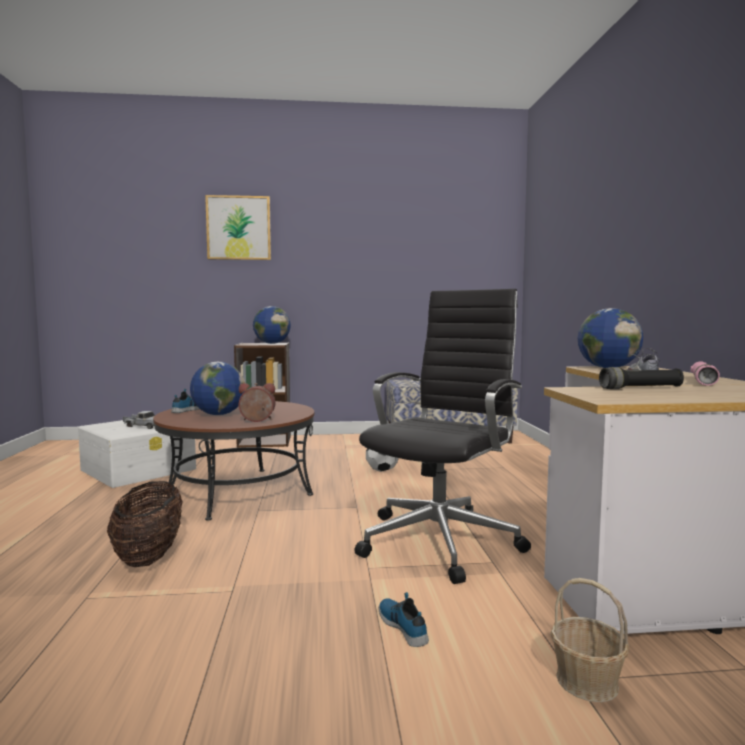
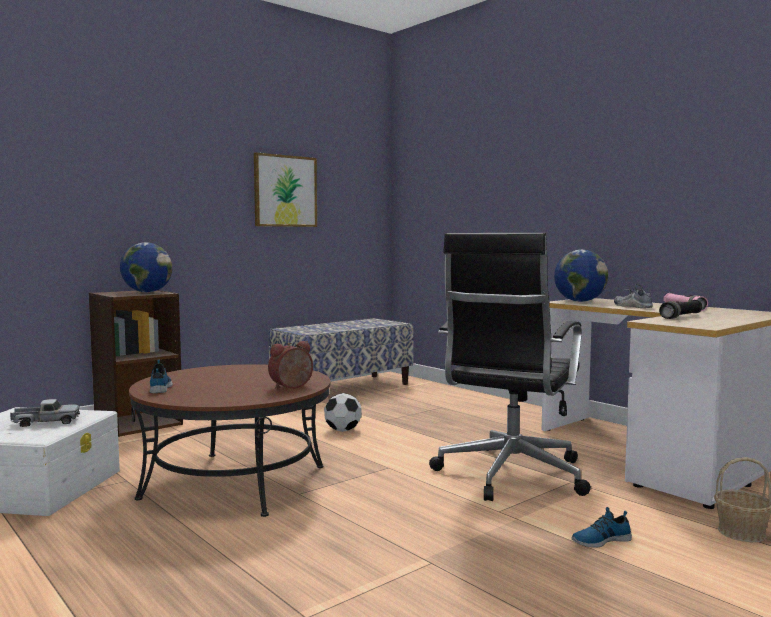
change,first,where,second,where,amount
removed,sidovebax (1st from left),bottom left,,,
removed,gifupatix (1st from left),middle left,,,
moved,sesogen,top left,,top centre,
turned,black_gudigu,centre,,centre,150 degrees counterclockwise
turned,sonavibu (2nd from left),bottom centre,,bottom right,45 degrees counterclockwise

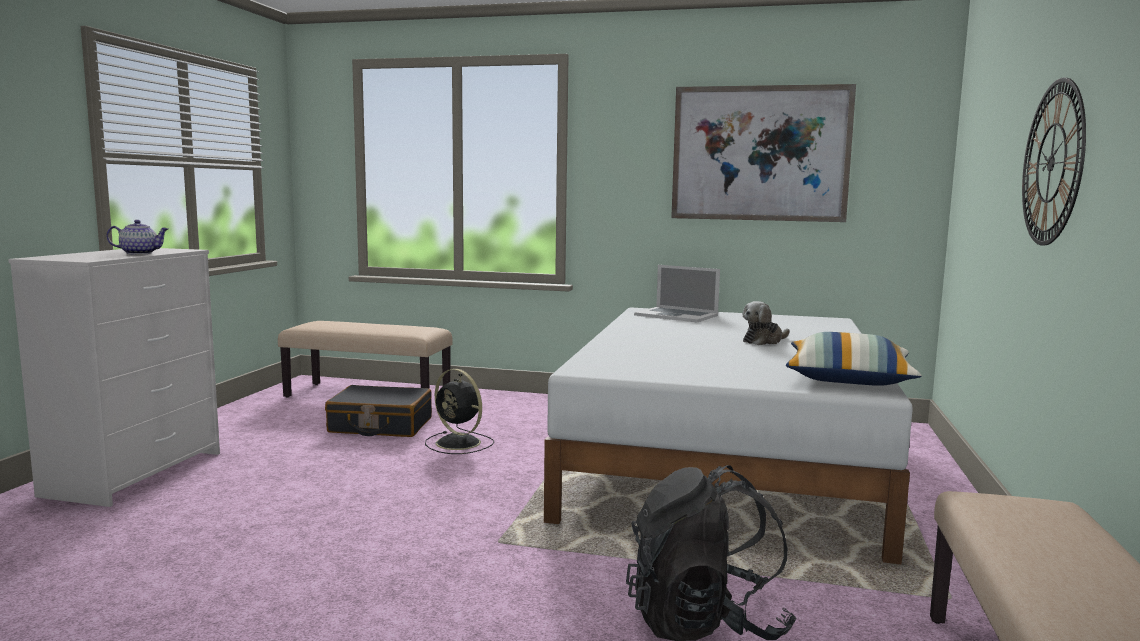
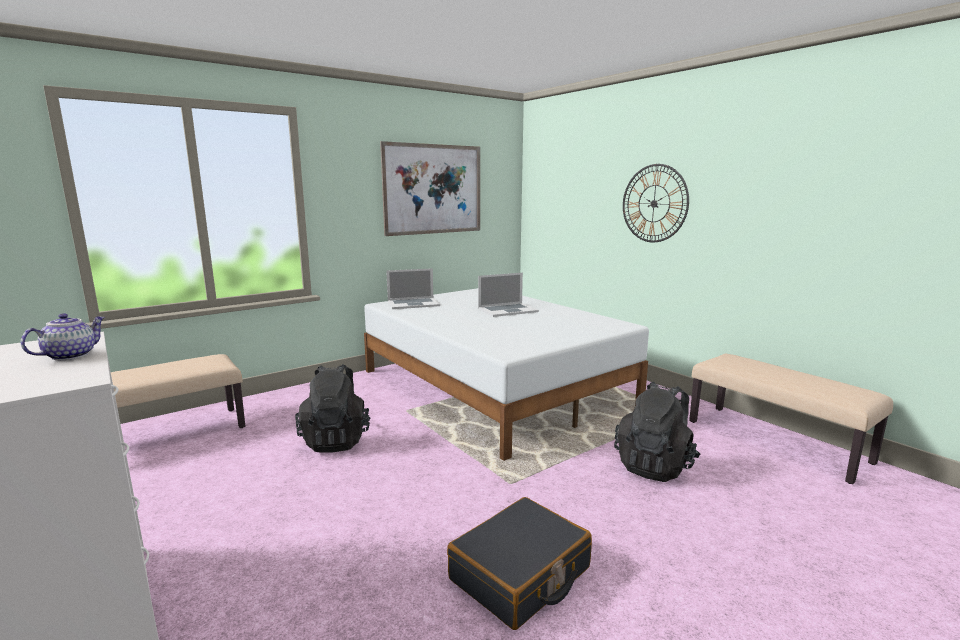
change,first,where,second,where,amount
removed,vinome,middle right,,,
moved,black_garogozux,middle left,,bottom centre,
replaced,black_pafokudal,centre,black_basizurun (1st from left),centre,
replaced,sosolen,middle right,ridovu (2nd from left),centre,

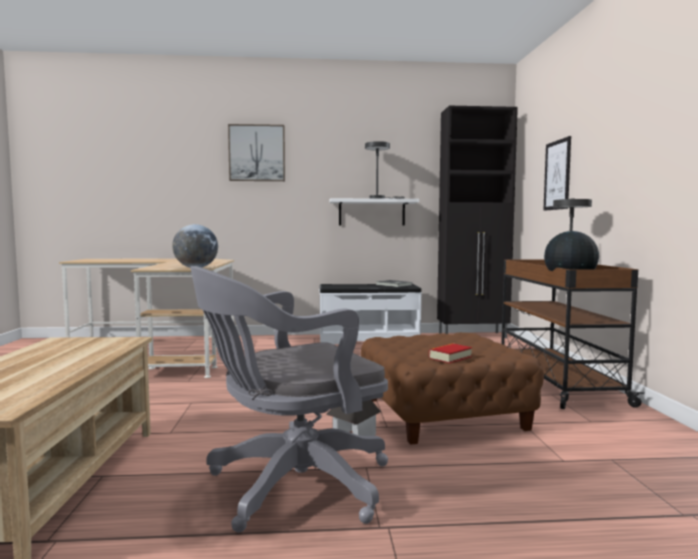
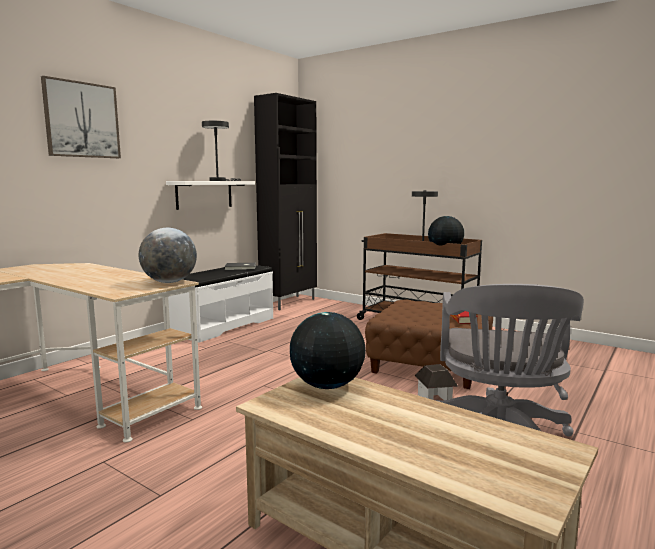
change,first,where,second,where,amount
removed,sesogen (2nd from left),top right,,,
added,,,gifupatix (2nd from left),centre,

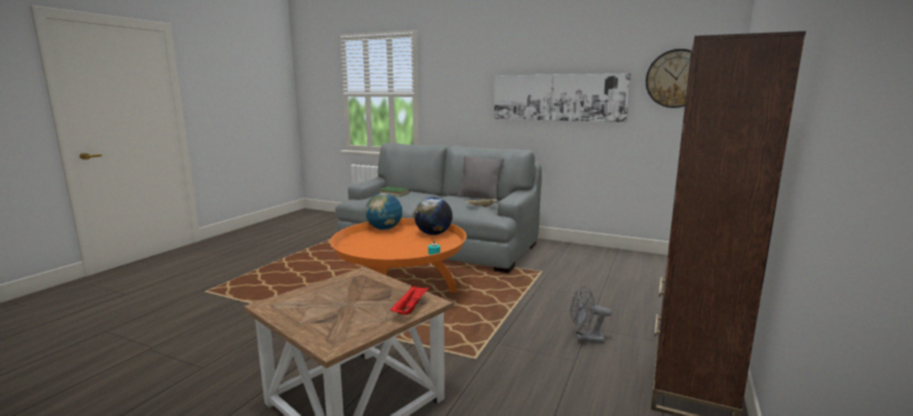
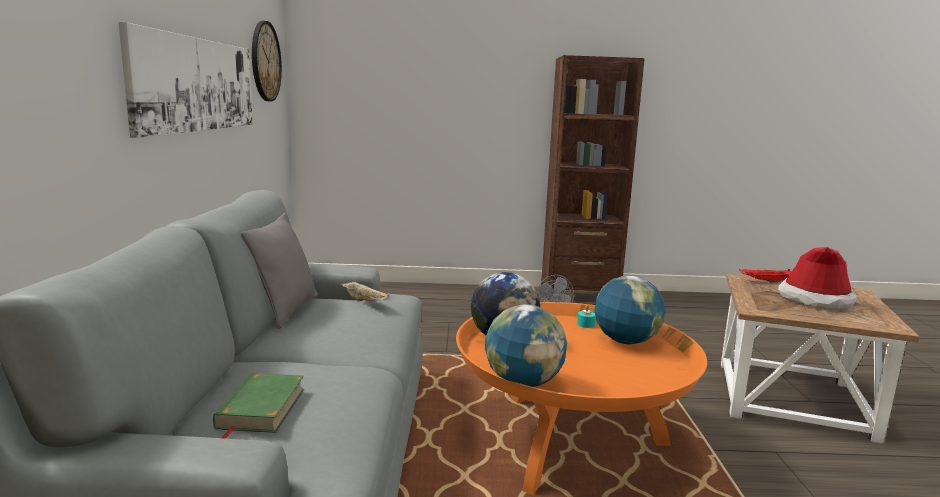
change,first,where,second,where,amount
added,,,gifupatix (3rd from left),middle right,
added,,,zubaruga,middle right,

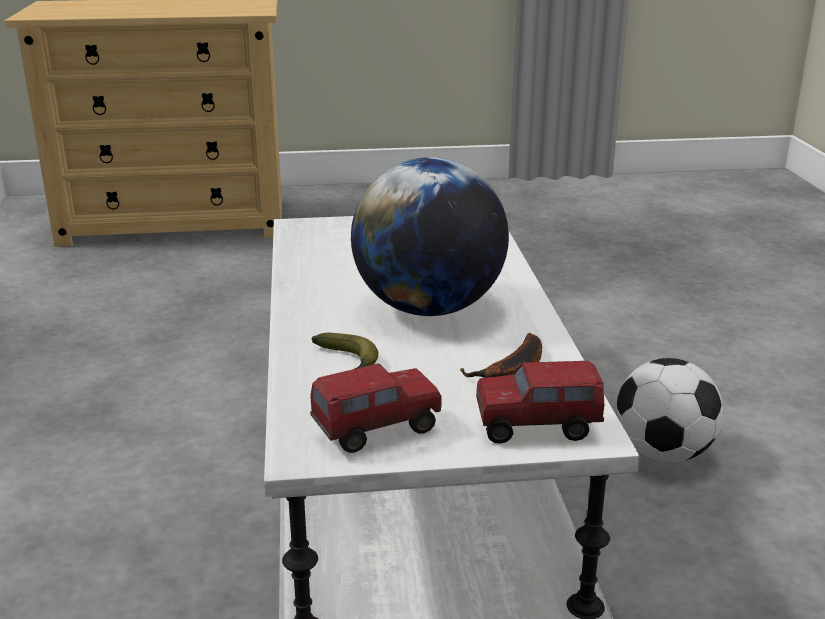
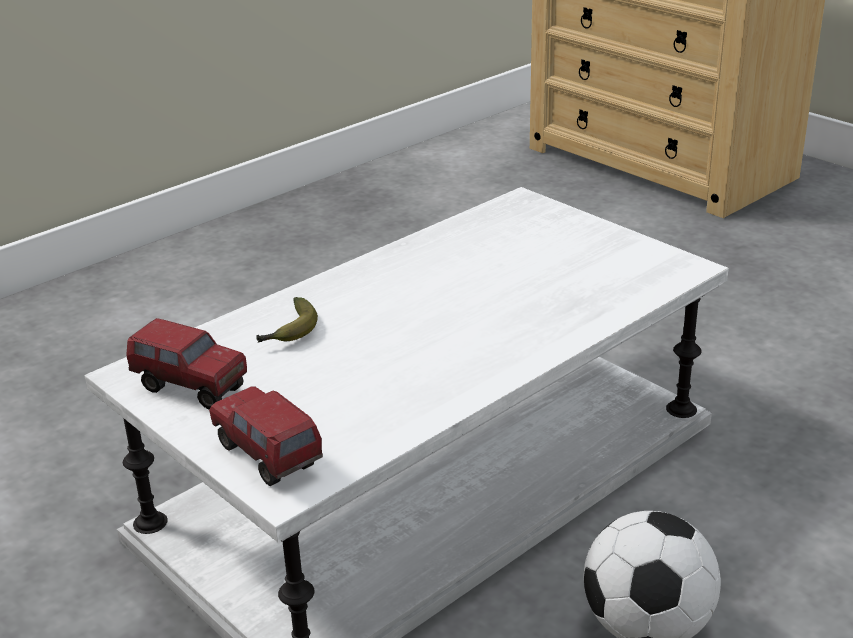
change,first,where,second,where,amount
removed,gifupatix,centre,,,
removed,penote (2nd from left),centre,,,

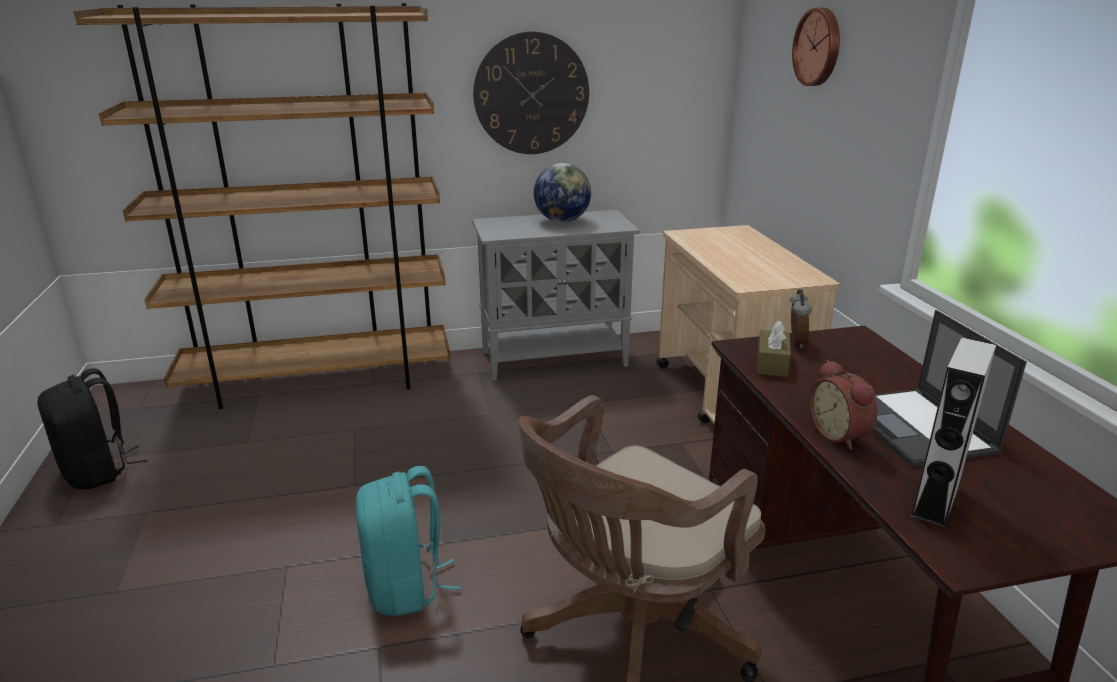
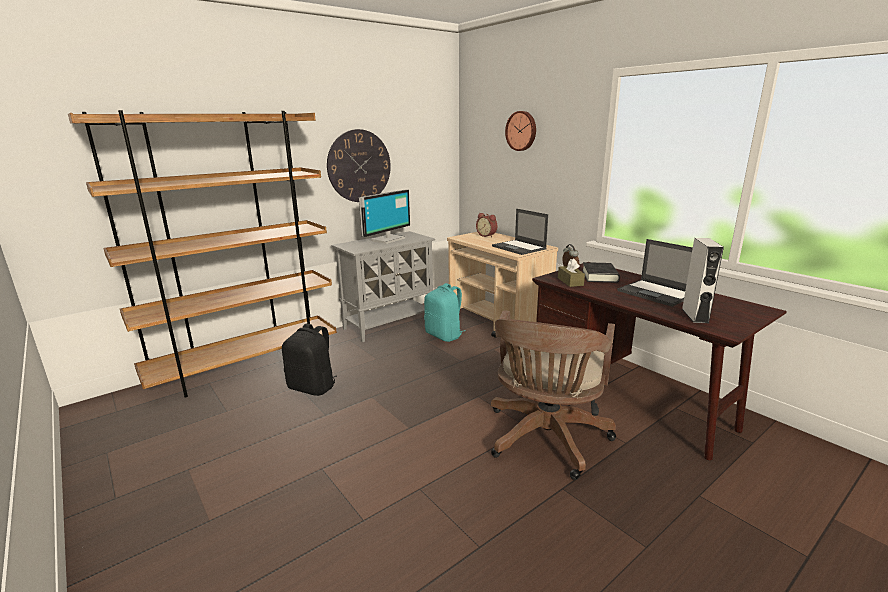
change,first,where,second,where,amount
added,,,ridovu (1st from left),centre,
added,,,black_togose,middle right,
moved,black_basizurun,middle left,,centre,
moved,turquoise_basizurun,bottom centre,,centre,
moved,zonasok (2nd from left in the first image),middle right,zonasok (1st from left),centre,
replaced,gifupatix,top centre,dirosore,centre,

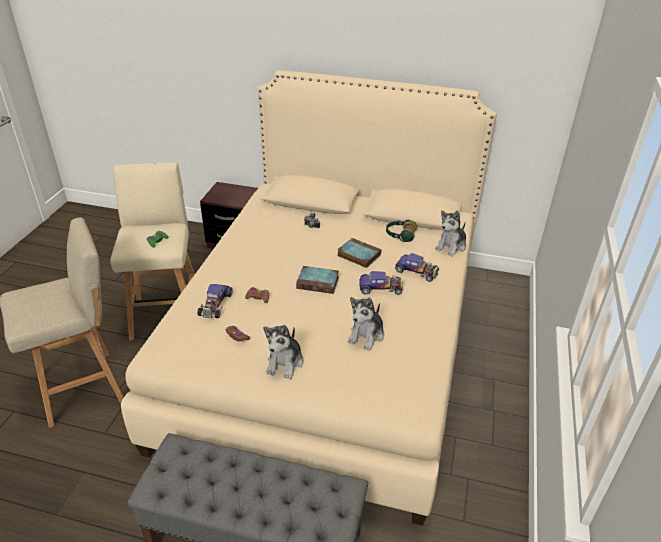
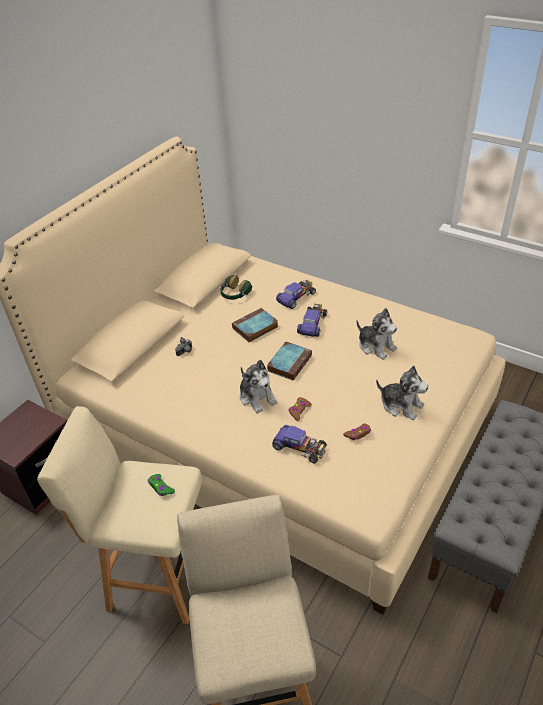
change,first,where,second,where,amount
moved,sosolen (3rd from left in the first image),middle right,sosolen (1st from left),centre,

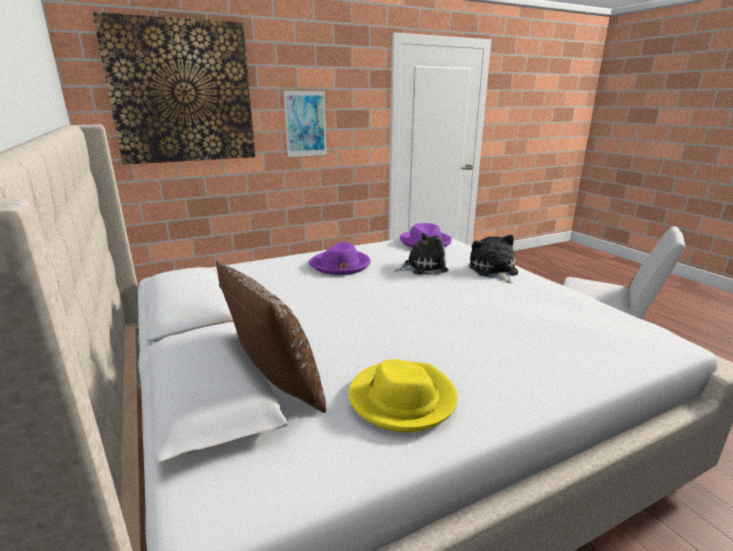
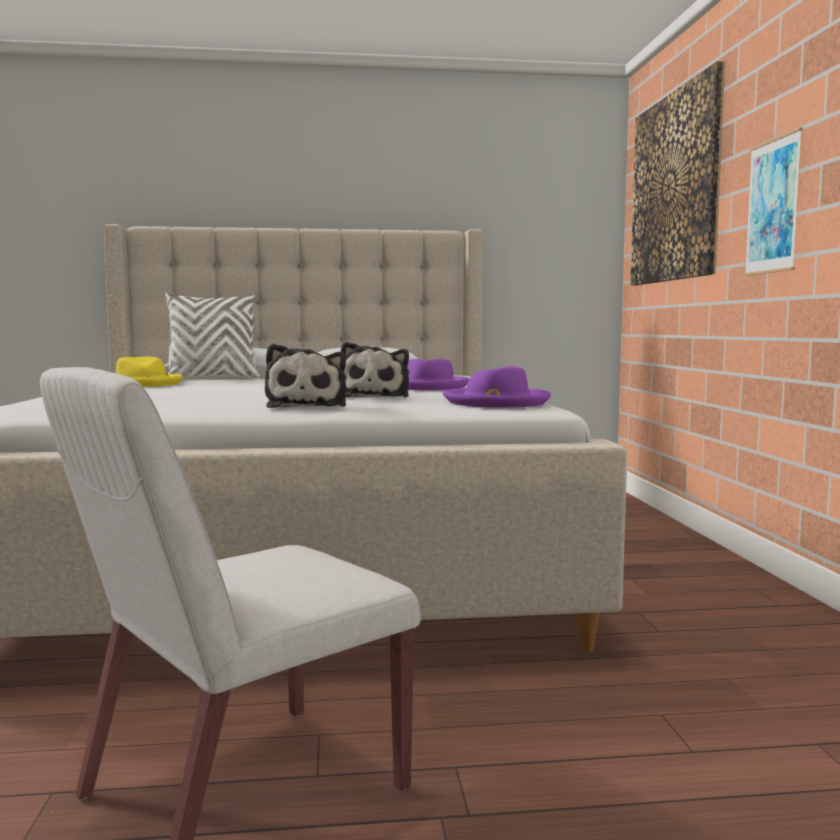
change,first,where,second,where,amount
recoloured,brown_vinome,centre,white_vinome,middle left,
turned,sosolen (2nd from left in the first image),middle right,sosolen (1st from left),centre,75 degrees clockwise

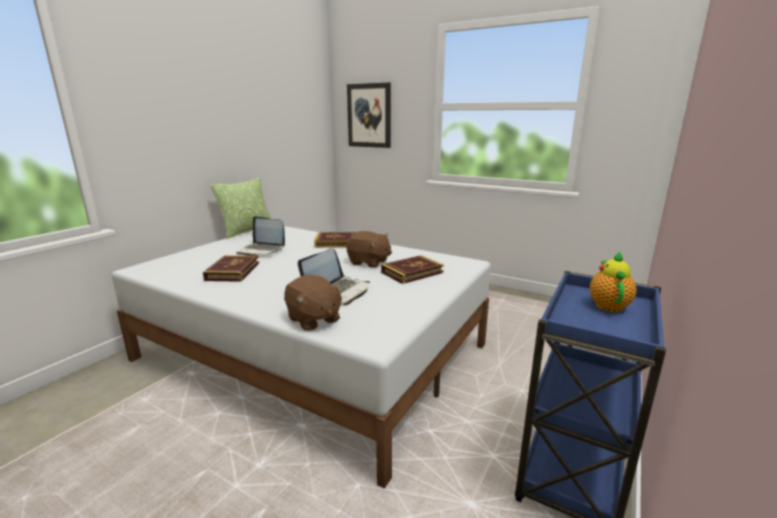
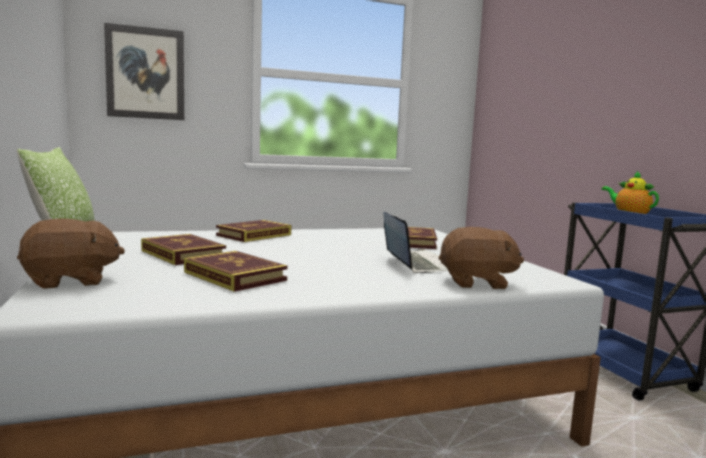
change,first,where,second,where,amount
moved,brown_sosolen (2nd from left in the first image),centre,brown_sosolen (1st from left),middle left,
replaced,ridovu (1st from left),centre,togose (1st from left),middle left,

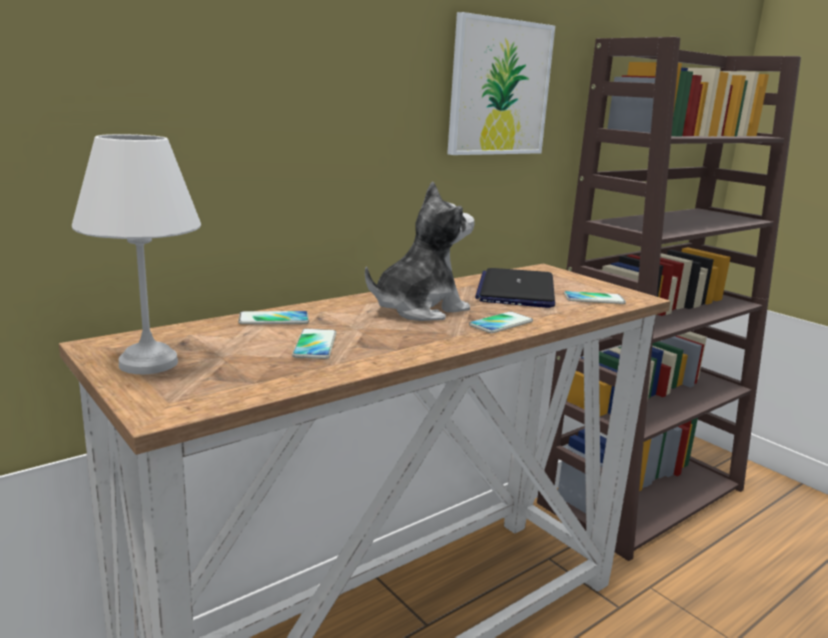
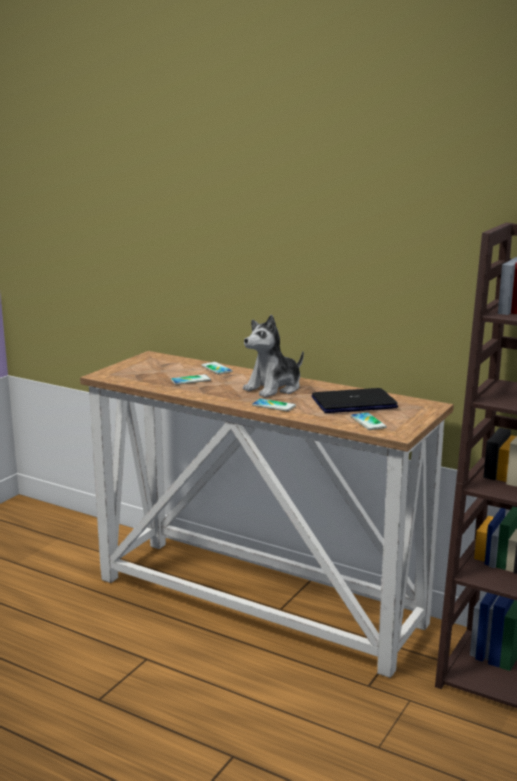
change,first,where,second,where,amount
removed,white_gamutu,middle left,,,
removed,sesogen,top centre,,,
turned,sosolen,centre,,centre,105 degrees clockwise

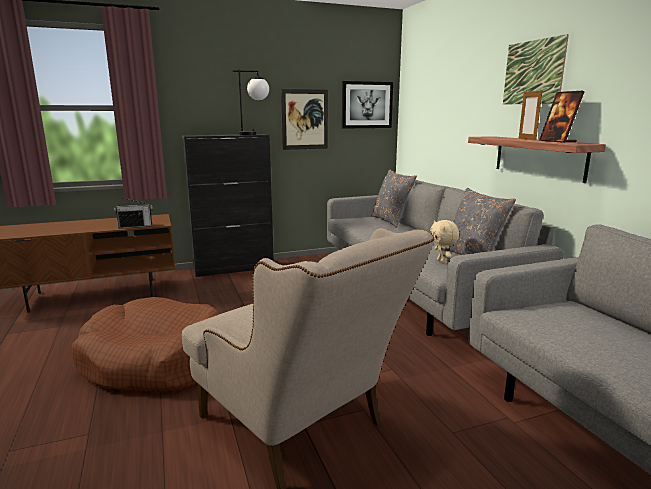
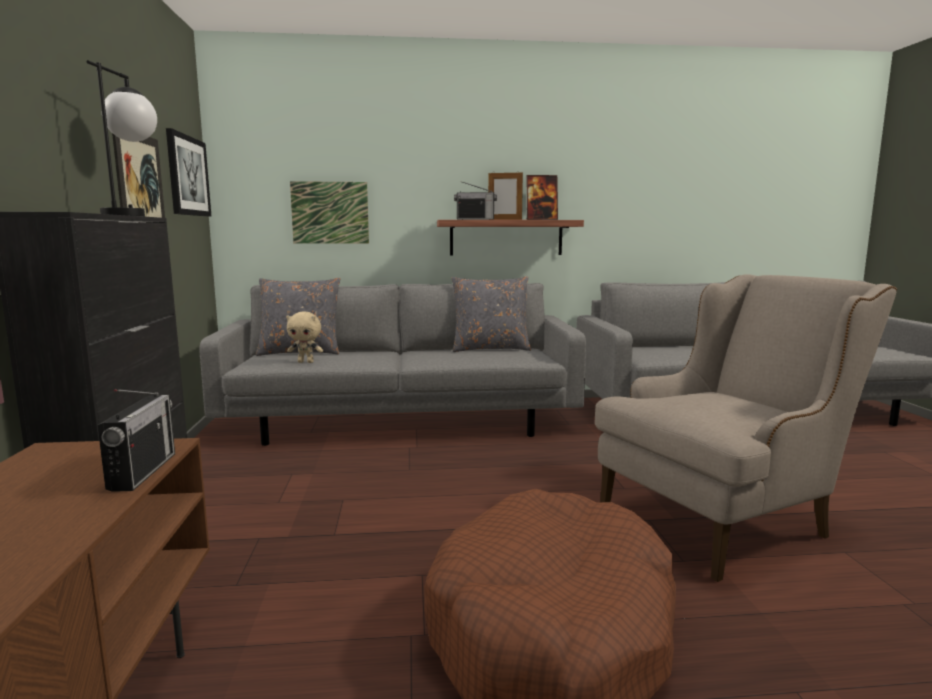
change,first,where,second,where,amount
added,,,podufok (2nd from left),top centre,
moved,beige_sosolen,middle right,,middle left,
moved,sesogen (3rd from left),top right,,top centre,

